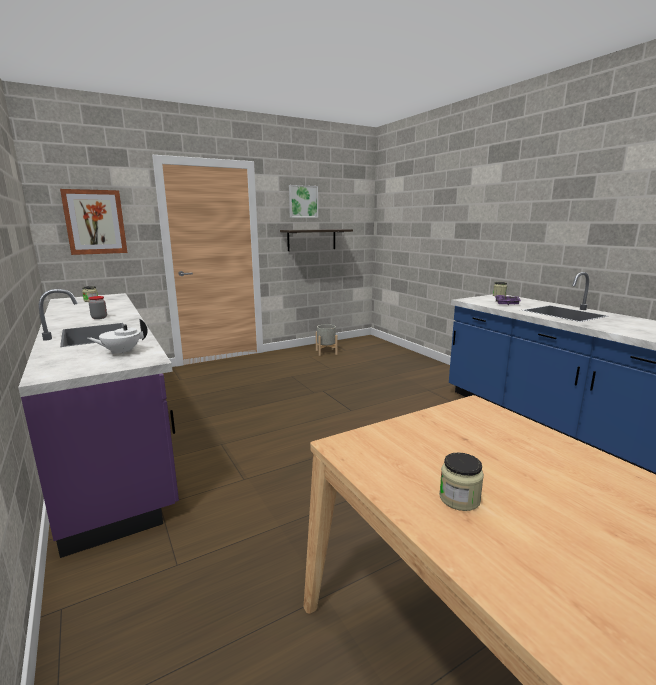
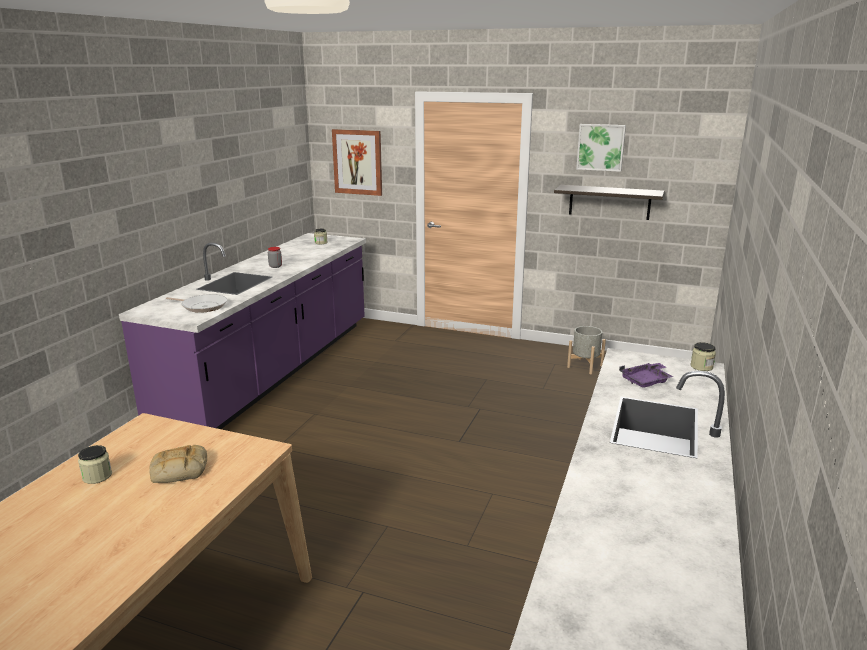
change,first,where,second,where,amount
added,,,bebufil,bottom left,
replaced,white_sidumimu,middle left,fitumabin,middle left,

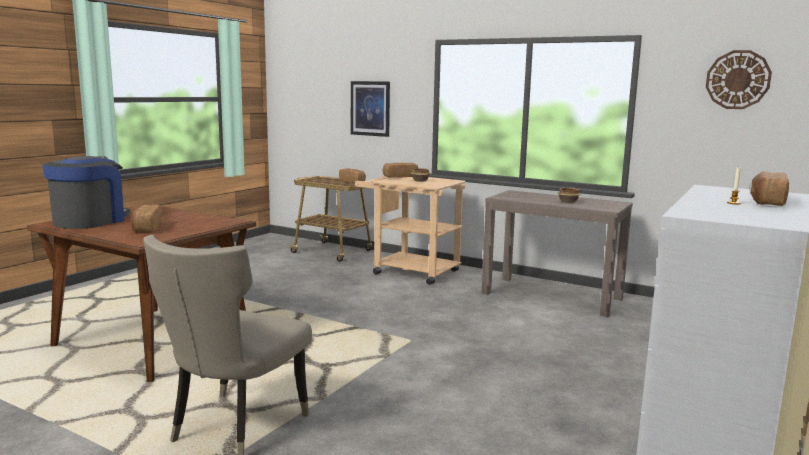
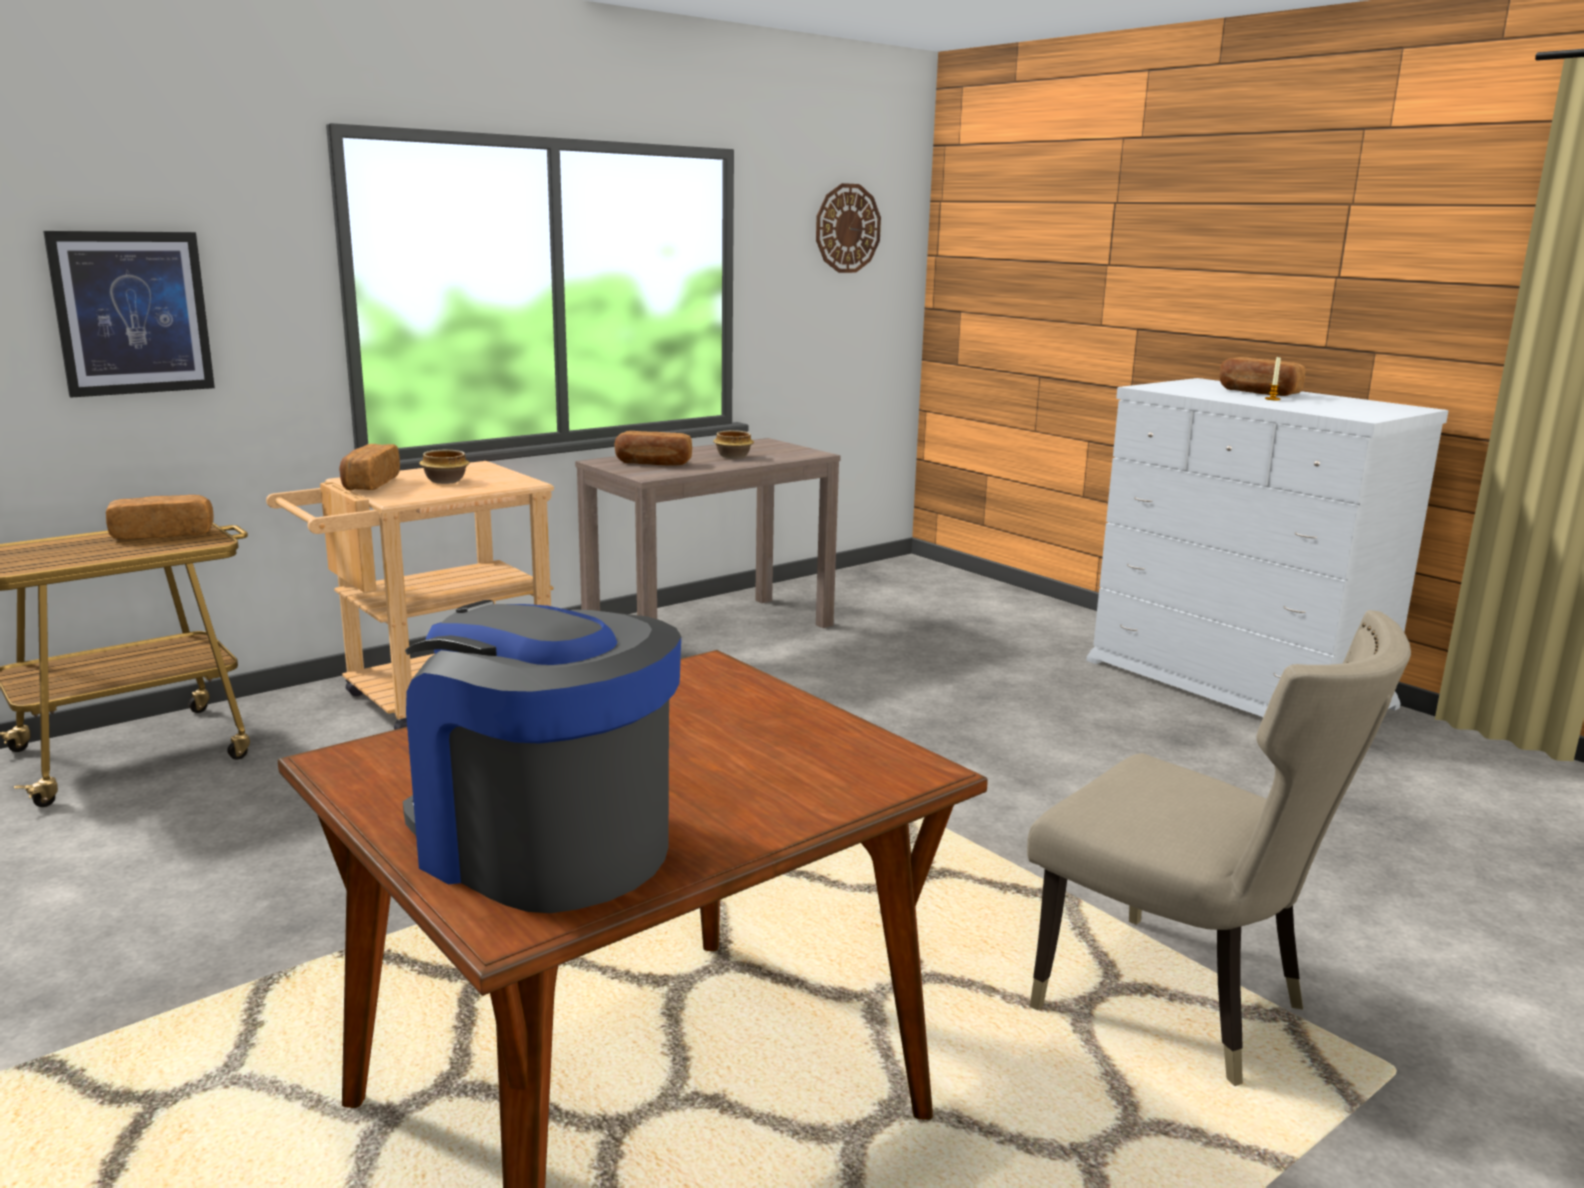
change,first,where,second,where,amount
moved,bebufil (1st from left in the first image),middle left,bebufil (3rd from left),centre,

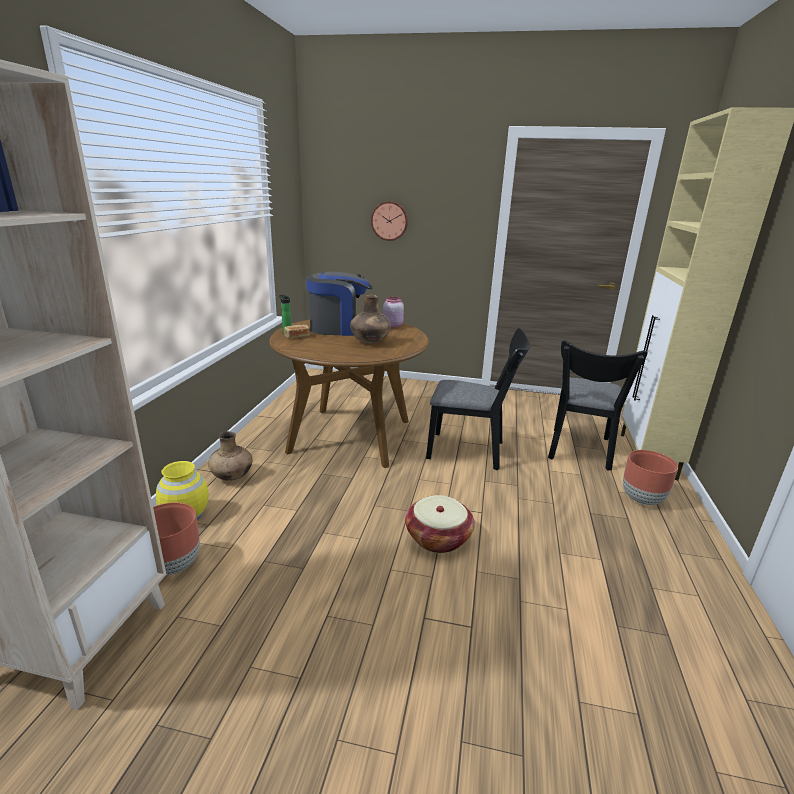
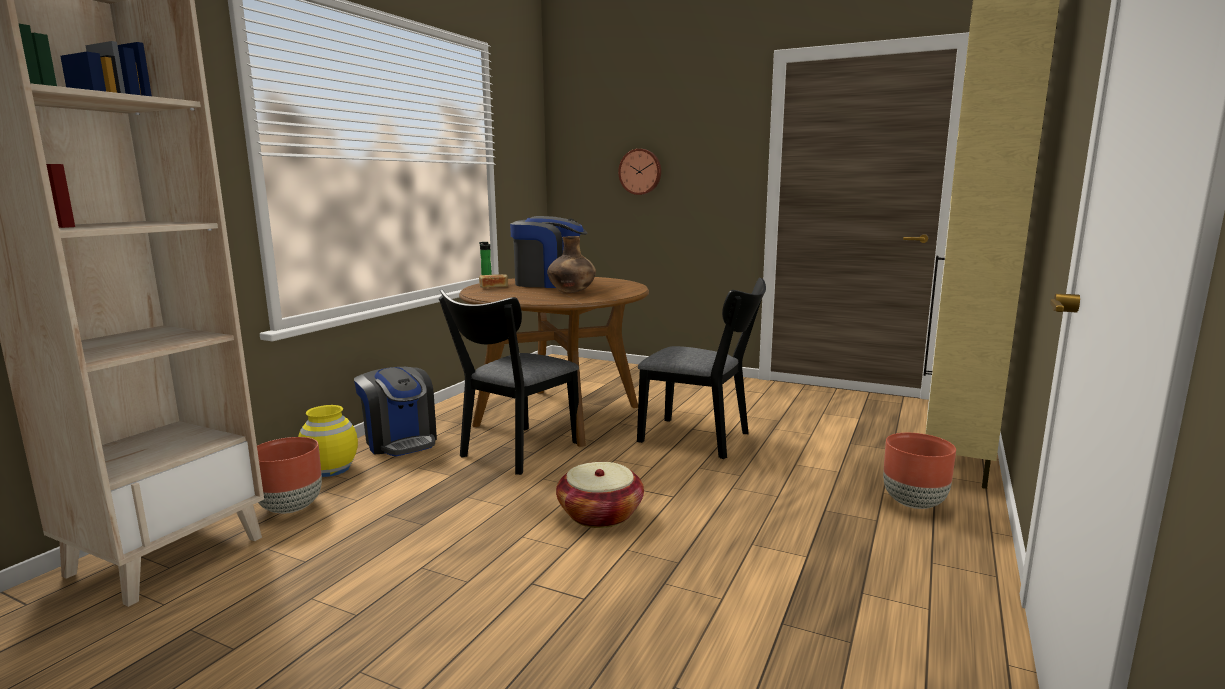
change,first,where,second,where,amount
removed,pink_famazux,centre,,,
moved,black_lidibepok (2nd from left in the first image),middle right,black_lidibepok (1st from left),centre,
replaced,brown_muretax (1st from left),middle left,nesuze (1st from left),middle left,

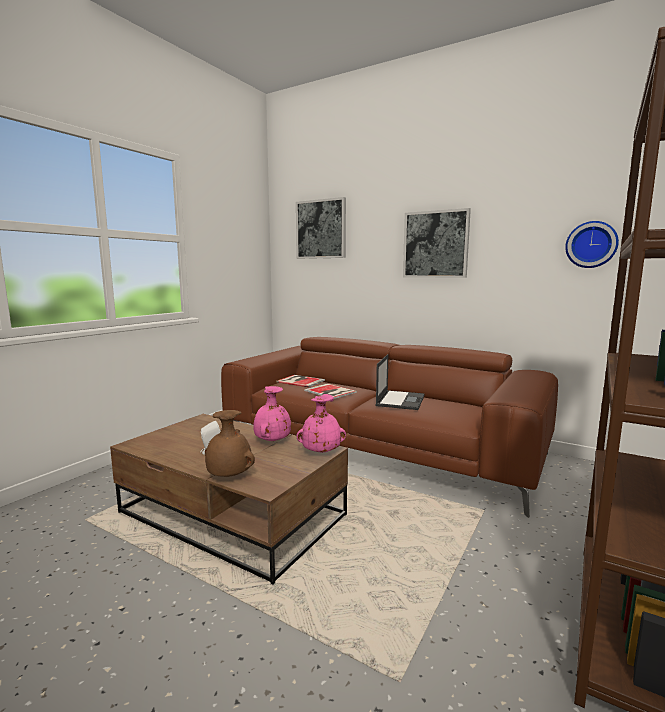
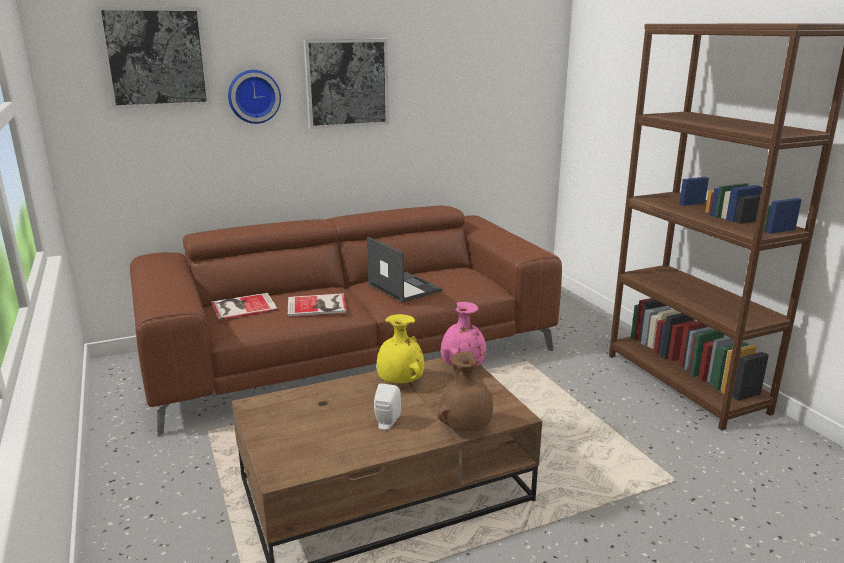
change,first,where,second,where,amount
moved,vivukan,middle right,,top left,
recoloured,pink_muretax (1st from left),centre,yellow_muretax,centre,

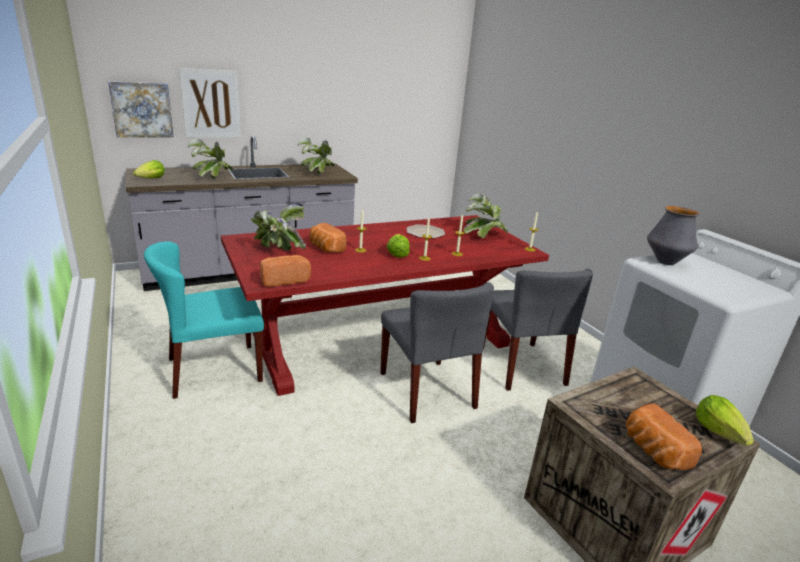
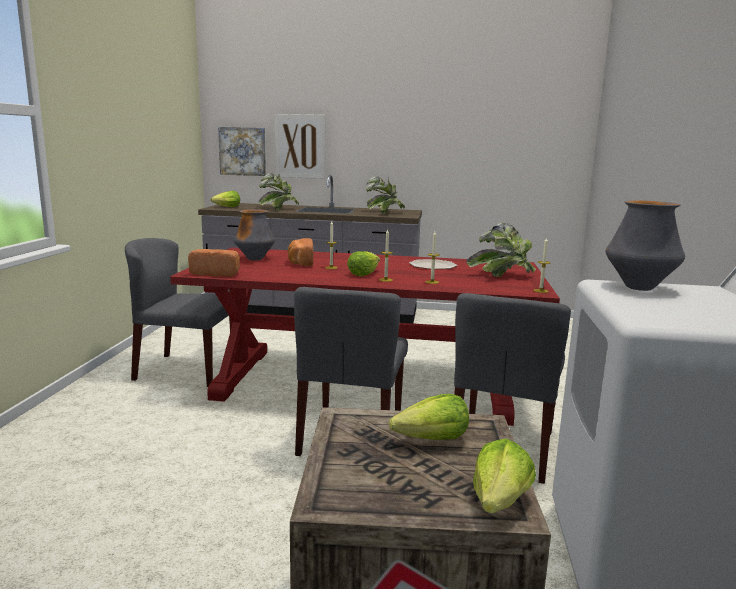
change,first,where,second,where,amount
removed,bebufil (3rd from left),bottom right,,,
added,,,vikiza (3rd from left),bottom centre,
replaced,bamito (2nd from left),centre,muretax (1st from left),centre,
recoloured,turquoise_lidibepok,middle left,grey_lidibepok (1st from left),middle left,

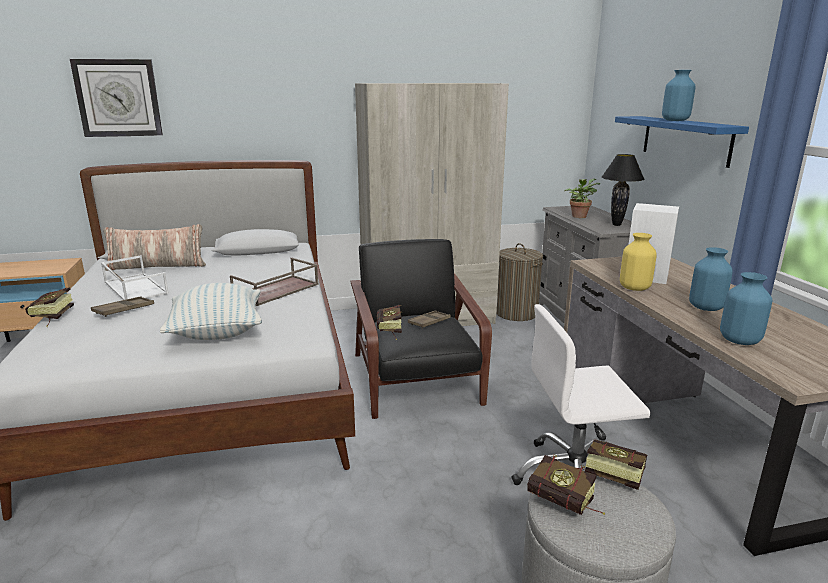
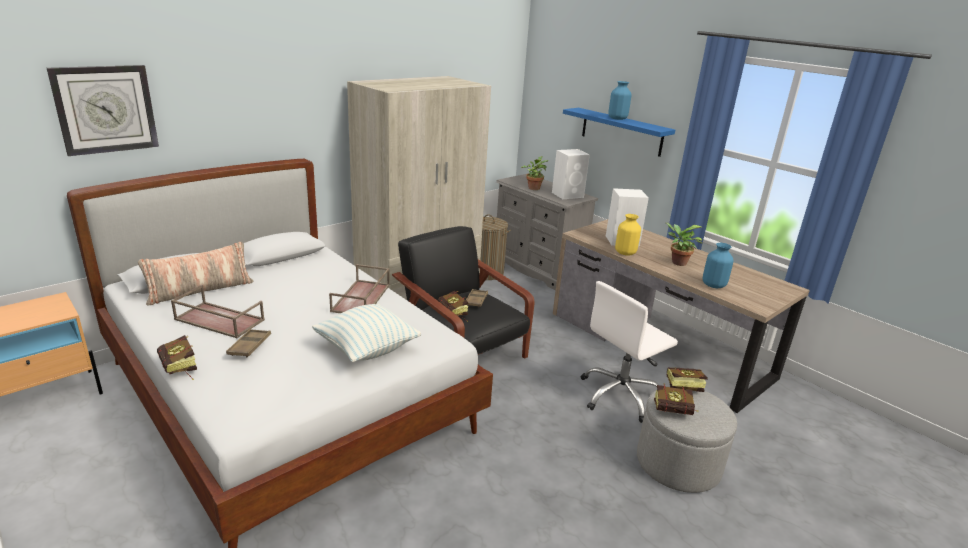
change,first,where,second,where,amount
replaced,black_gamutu,top right,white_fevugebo (1st from left),top centre,
replaced,blue_muretax (2nd from left),middle right,bamito (2nd from left),middle right,
recoloured,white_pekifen,middle left,brown_pekifen (1st from left),middle left,

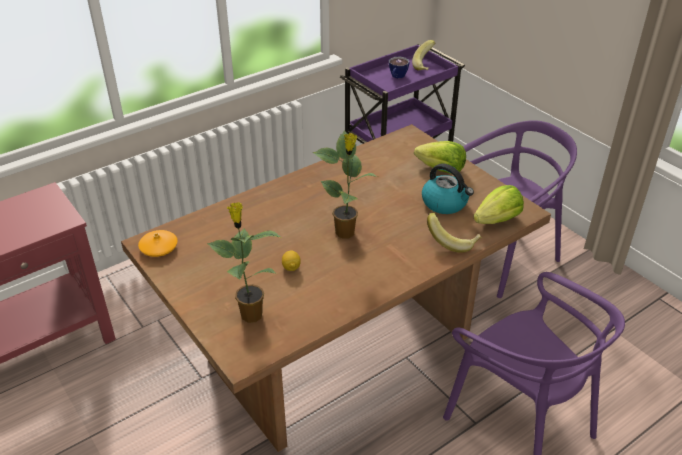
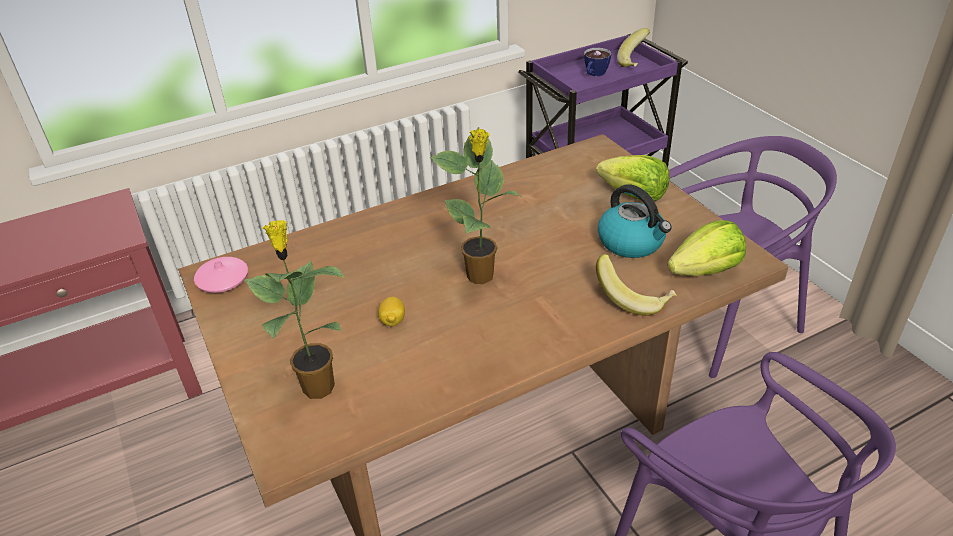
change,first,where,second,where,amount
recoloured,orange_muretax,middle left,pink_muretax,middle left,

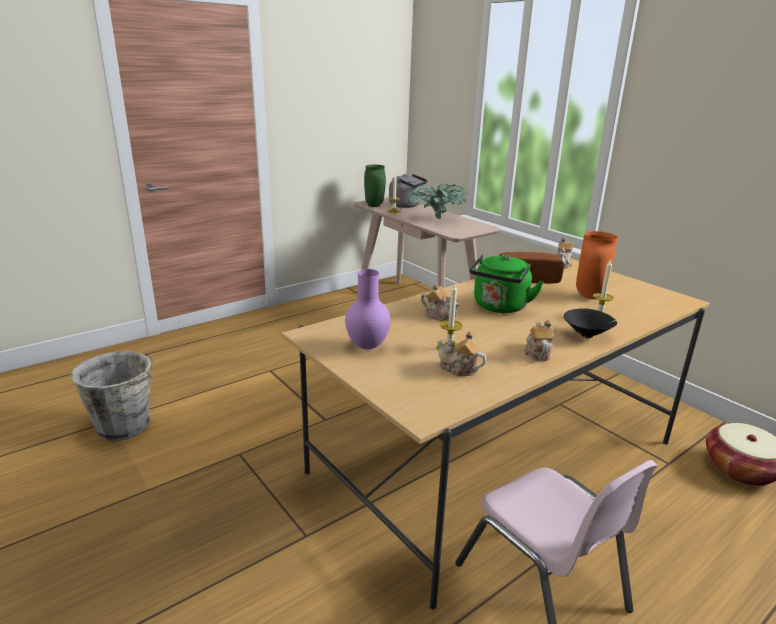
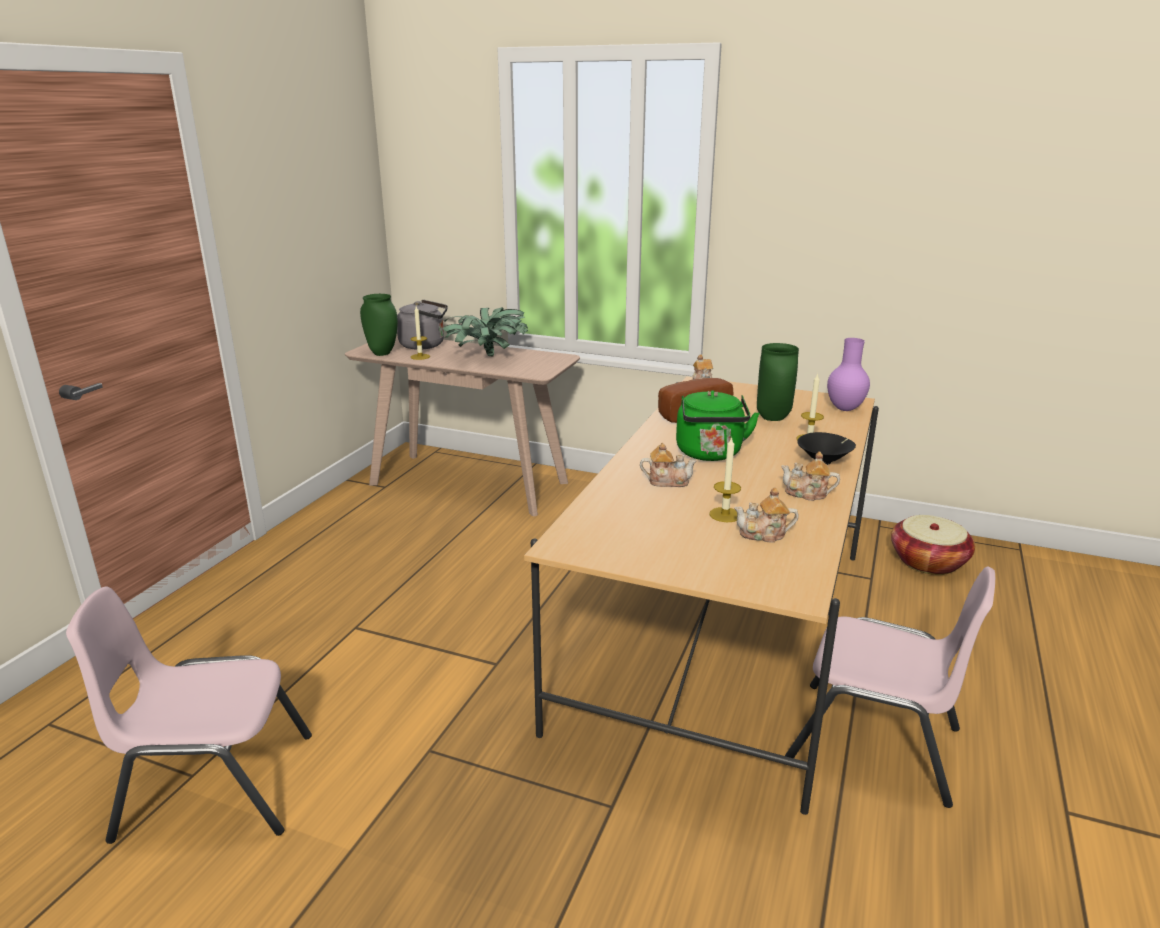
change,first,where,second,where,amount
moved,purple_muretax,centre,,middle right,
replaced,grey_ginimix,middle left,pink_lidibepok (1st from left),bottom left,
recoloured,orange_muretax,middle right,green_muretax (2nd from left),middle right,
turned,sidumimu (3rd from left in the first image),middle right,sidumimu (4th from left),middle right,45 degrees counterclockwise

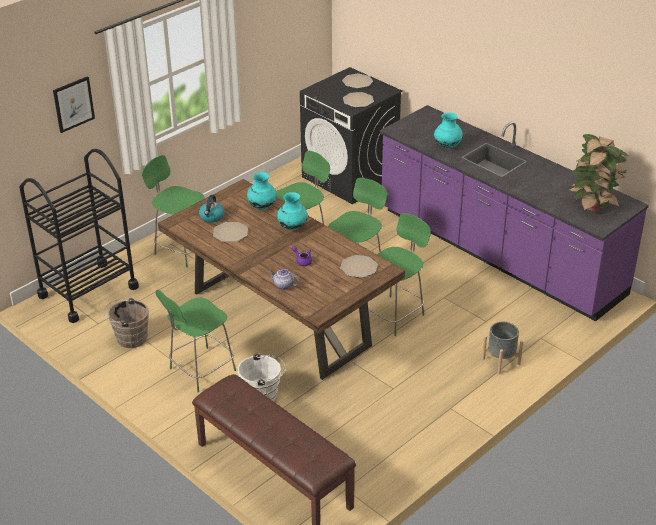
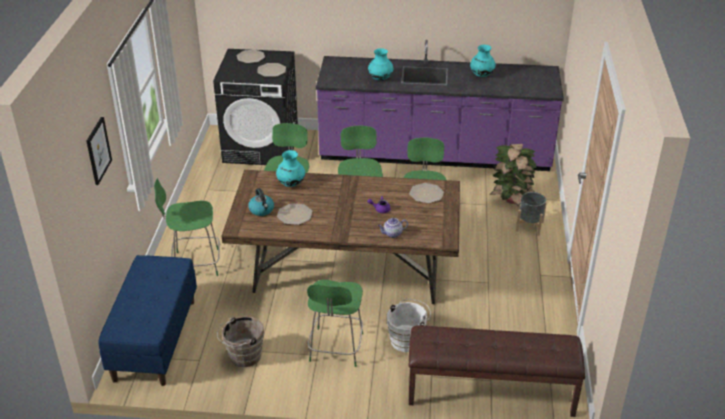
change,first,where,second,where,amount
moved,turquoise_muretax (2nd from left in the first image),centre,turquoise_muretax (3rd from left),top centre,
moved,bamito,top right,,middle right,
replaced,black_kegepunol,middle left,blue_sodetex,bottom left,

